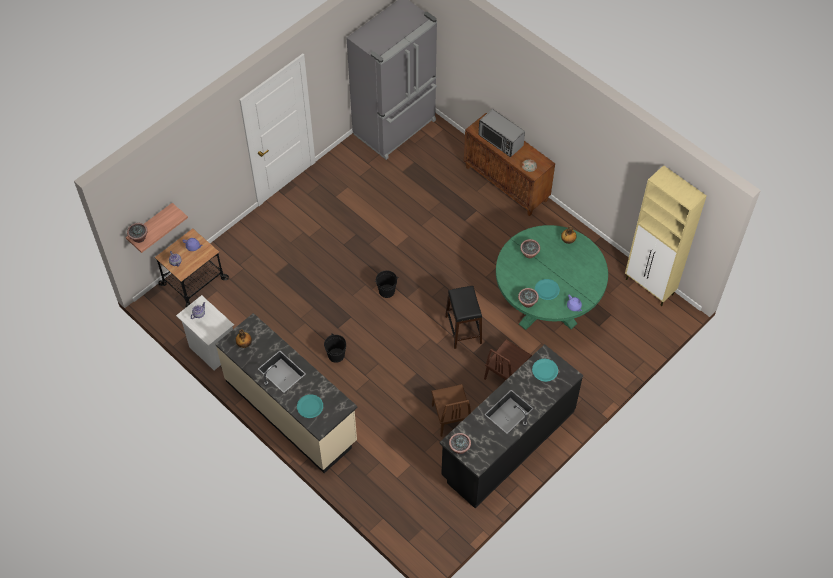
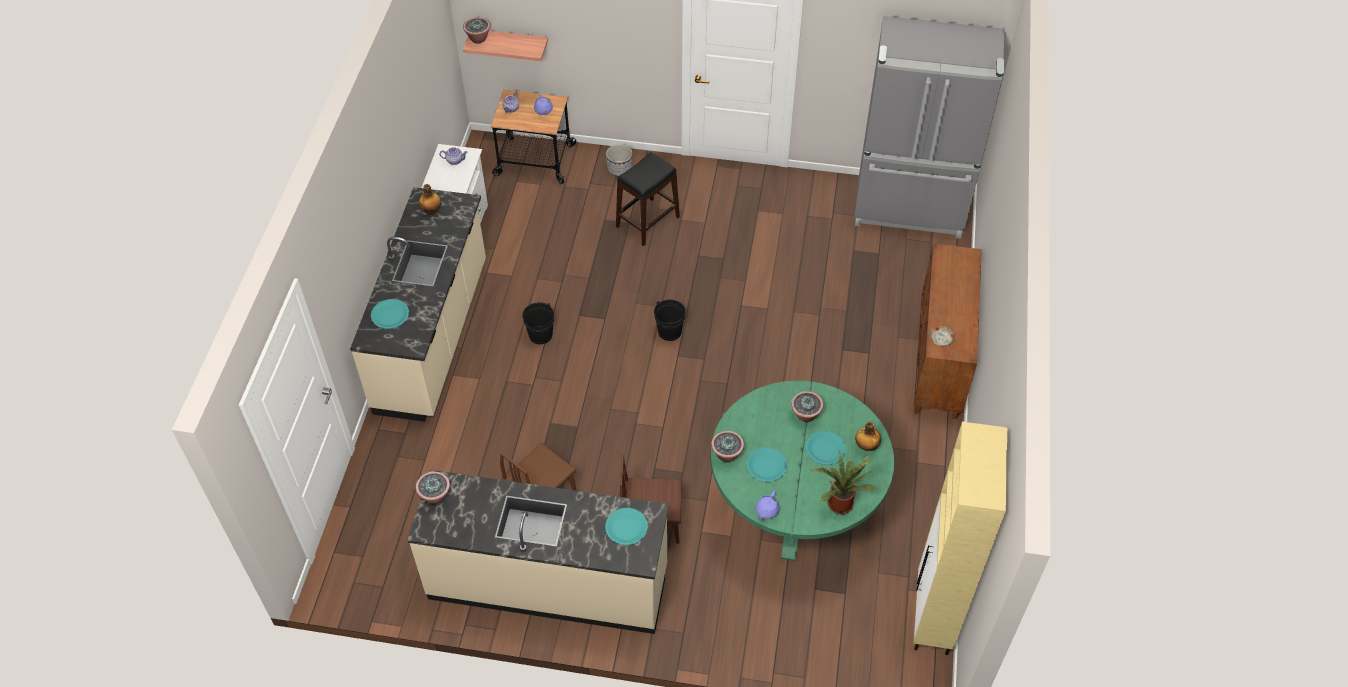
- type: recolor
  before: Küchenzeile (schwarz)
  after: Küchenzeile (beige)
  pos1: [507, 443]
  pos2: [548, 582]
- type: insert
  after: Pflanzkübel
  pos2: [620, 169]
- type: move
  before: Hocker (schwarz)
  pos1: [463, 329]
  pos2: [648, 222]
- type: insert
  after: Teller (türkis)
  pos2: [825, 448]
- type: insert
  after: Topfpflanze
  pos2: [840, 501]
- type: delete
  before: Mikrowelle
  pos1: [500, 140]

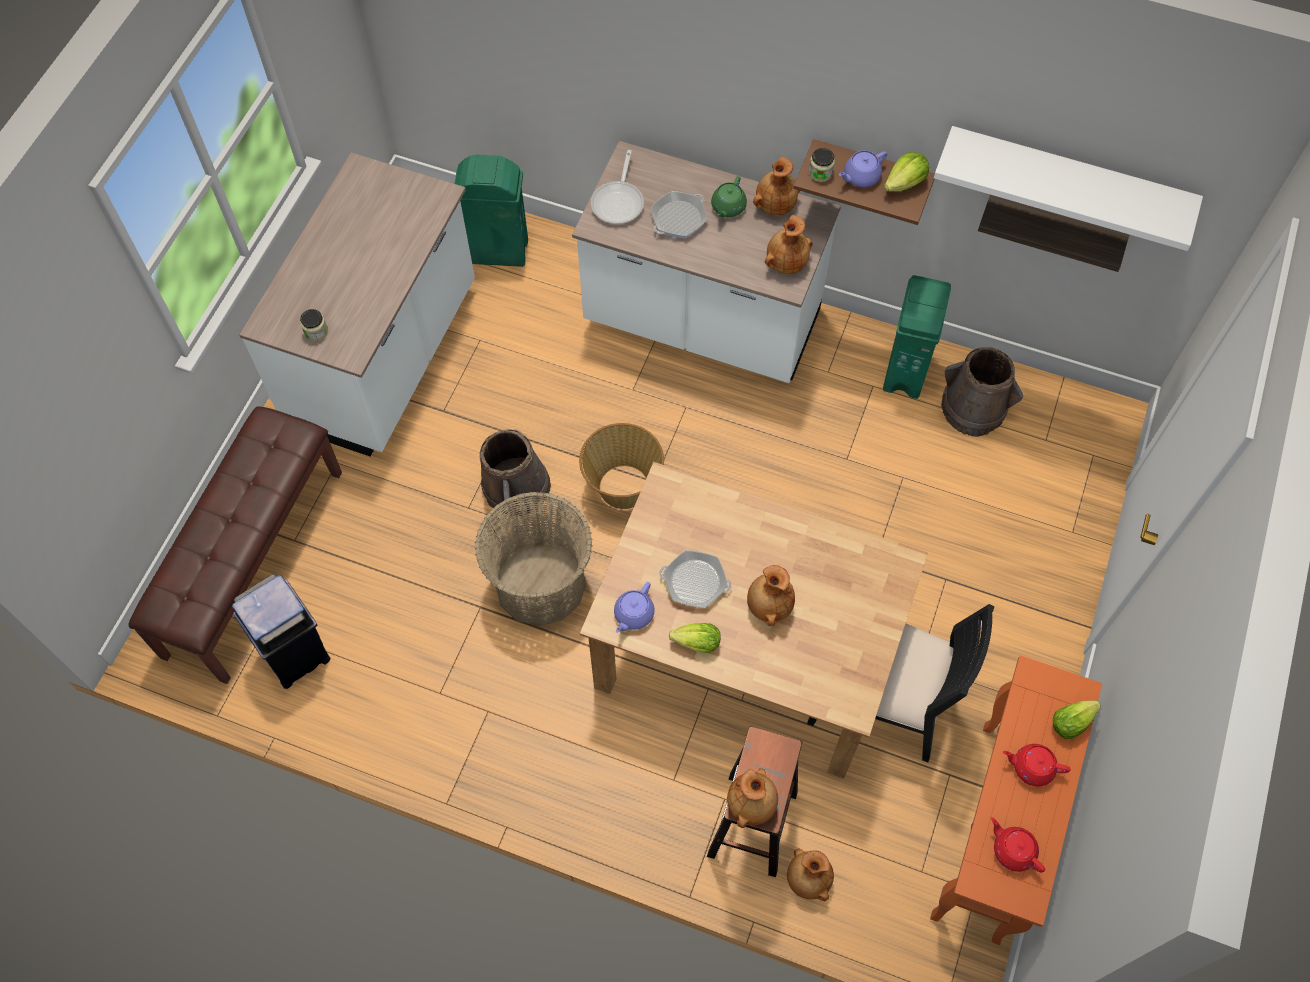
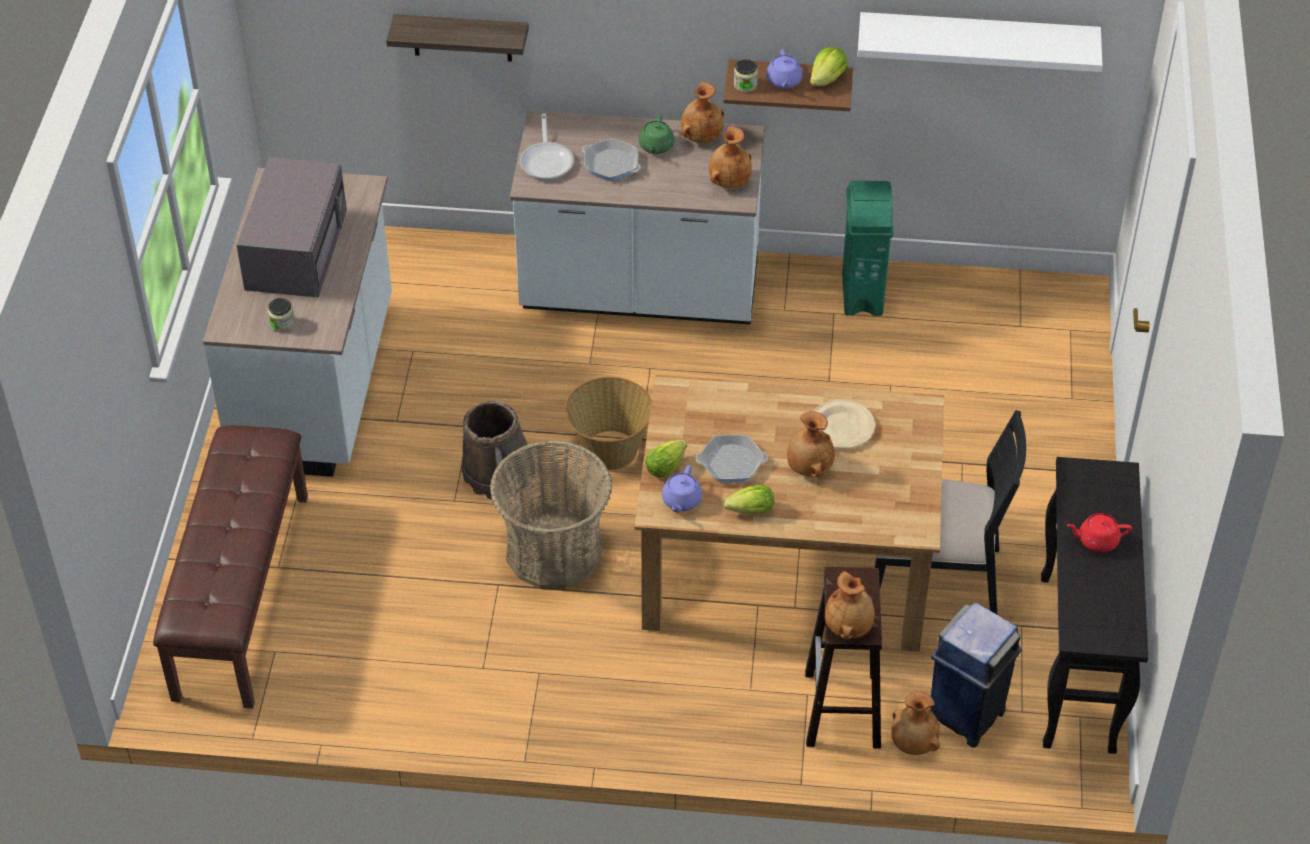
- type: insert
  after: Mikrowelle (grau)
  pos2: [296, 248]
- type: move
  before: Wandregal
  pos1: [1052, 229]
  pos2: [462, 38]
- type: rotate
  before: Pfanne
  pos1: [678, 219]
  pos2: [611, 164]
  turn: -90
- type: move
  before: Salatkopf
  pos1: [1073, 721]
  pos2: [667, 465]
- type: rotate
  before: Teekanne (lila)
  pos1: [860, 177]
  pos2: [784, 81]
  turn: -45
- type: insert
  after: Teller (beige)
  pos2: [842, 427]
- type: move
  before: Mülleimer (blau)
  pos1: [296, 654]
  pos2: [966, 714]
- type: recolor
  before: Konsolentisch (orange)
  after: Konsolentisch (schwarz)
  pos1: [991, 832]
  pos2: [1077, 664]
- type: delete
  before: Mülleimer (grün)
  pos1: [497, 251]
- type: delete
  before: Eimer (braun)
  pos1: [973, 408]
- type: delete
  before: Teekanne (rot)
  pos1: [1012, 850]

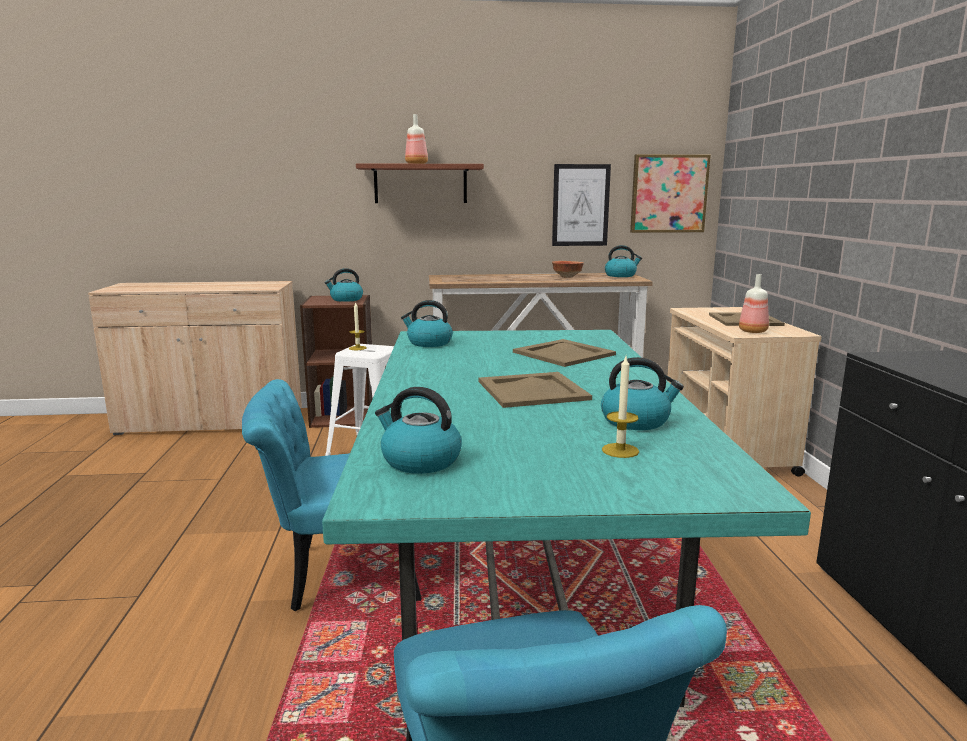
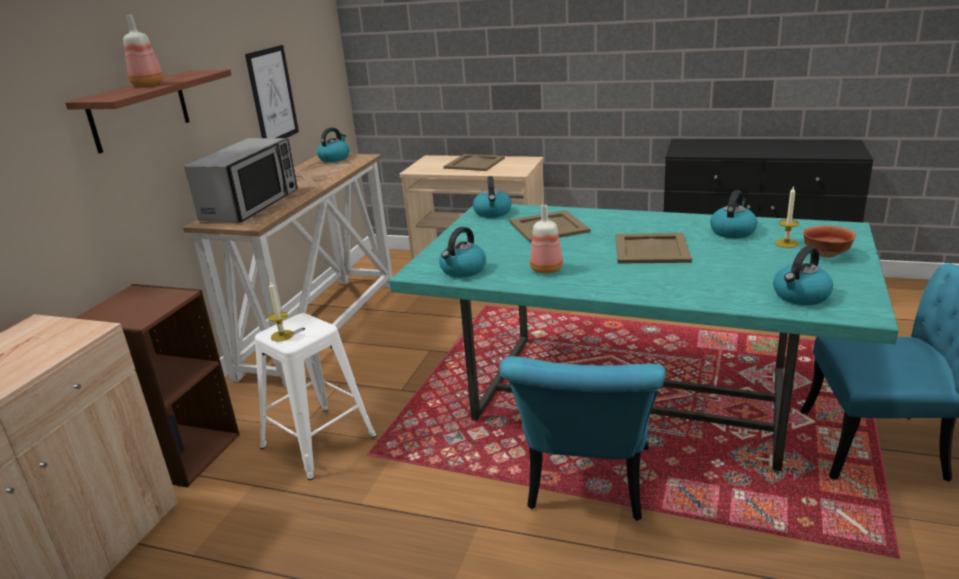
- type: insert
  after: Mikrowelle
  pos2: [251, 205]
- type: move
  before: Wasserkessel
  pos1: [346, 299]
  pos2: [493, 213]
- type: move
  before: Flasche
  pos1: [753, 331]
  pos2: [546, 269]
- type: move
  before: Schüssel
  pos1: [567, 277]
  pos2: [825, 254]
- type: delete
  before: Bild
  pos1: [668, 194]

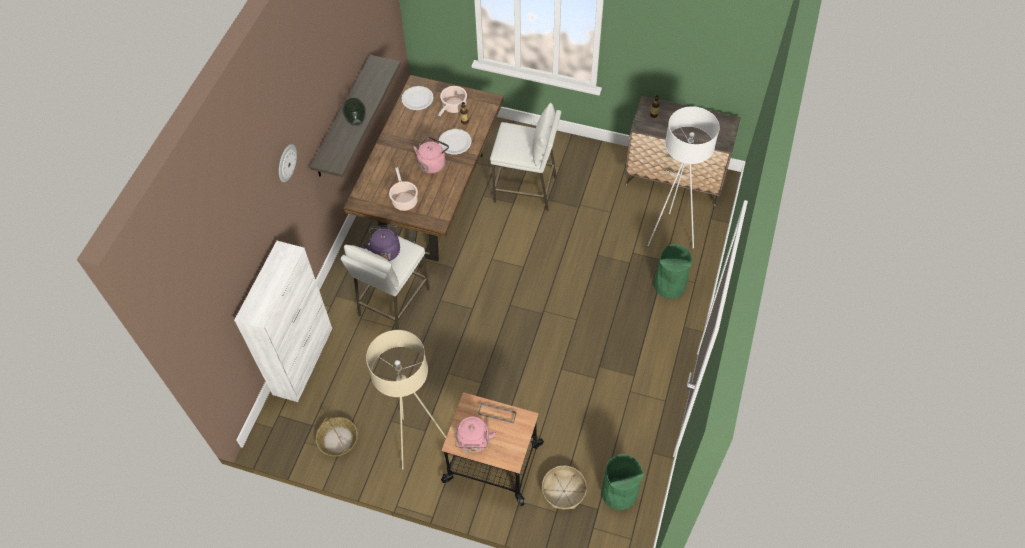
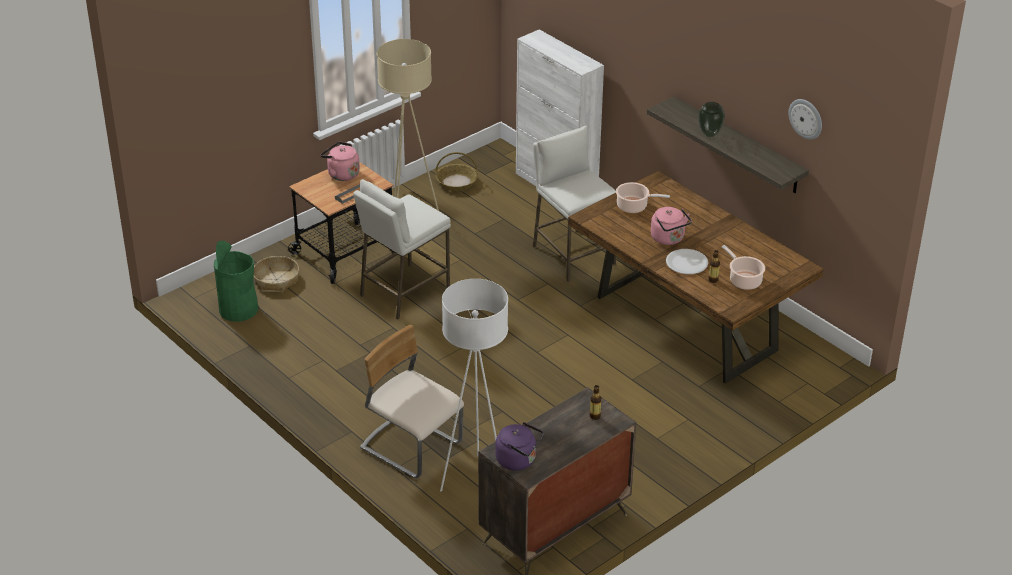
- type: move
  before: Hocker (weiß)
  pos1: [525, 189]
  pos2: [404, 292]
- type: replace
  before: Mülleimer (grün)
  after: Stuhl (beige)
  pos1: [669, 285]
  pos2: [411, 446]
- type: move
  before: Wasserkessel (lila)
  pos1: [385, 250]
  pos2: [518, 460]
- type: move
  before: Wanduhr
  pos1: [286, 162]
  pos2: [806, 118]
- type: delete
  before: Teller (weiß)
  pos1: [417, 99]

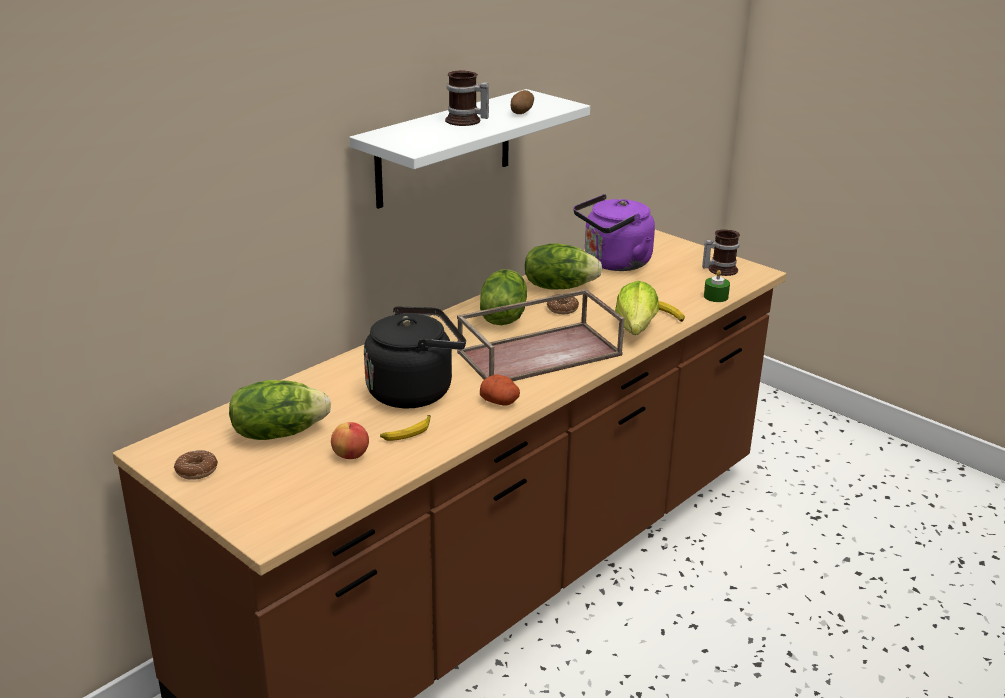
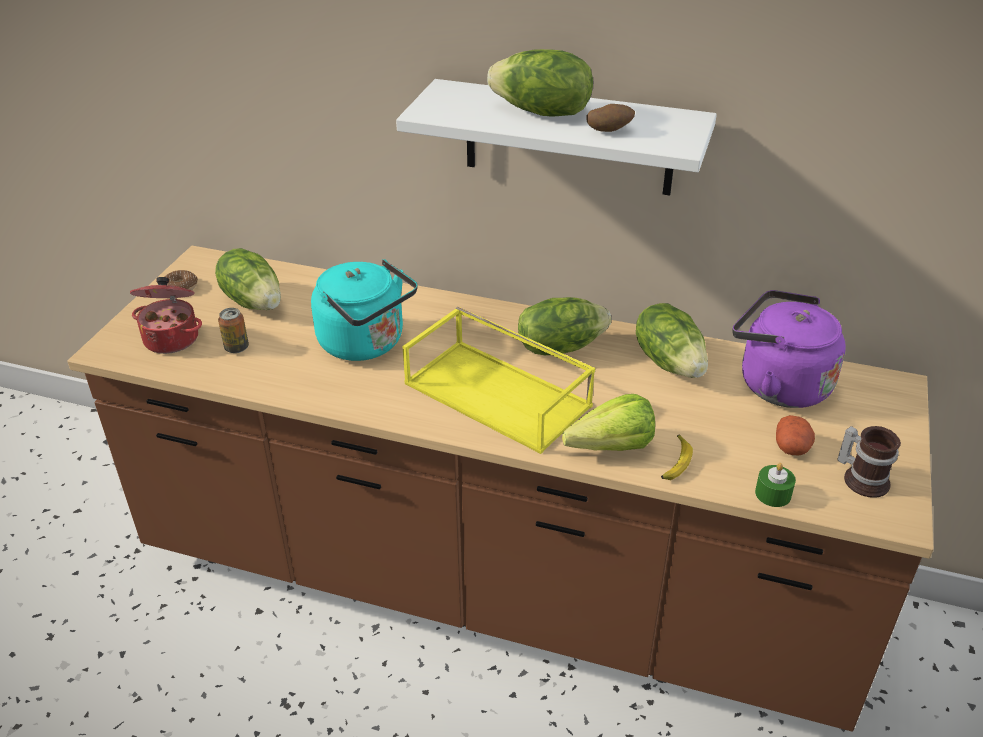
- type: insert
  after: Kochtopf
  pos2: [172, 338]
- type: replace
  before: Apfel
  after: Dose
  pos1: [351, 455]
  pos2: [236, 348]
- type: recolor
  before: Wasserkessel (schwarz)
  after: Wasserkessel (türkis)
  pos1: [415, 391]
  pos2: [366, 344]
- type: recolor
  before: Tablett (braun)
  after: Tablett (gelb)
  pos1: [540, 352]
  pos2: [500, 394]
- type: replace
  before: Henkelbecher
  after: Salatkopf
  pos1: [465, 121]
  pos2: [542, 112]
- type: move
  before: Kartoffel
  pos1: [500, 401]
  pos2: [792, 447]
- type: delete
  before: Banane
  pos1: [407, 432]
- type: delete
  before: Donut
  pos1: [562, 309]

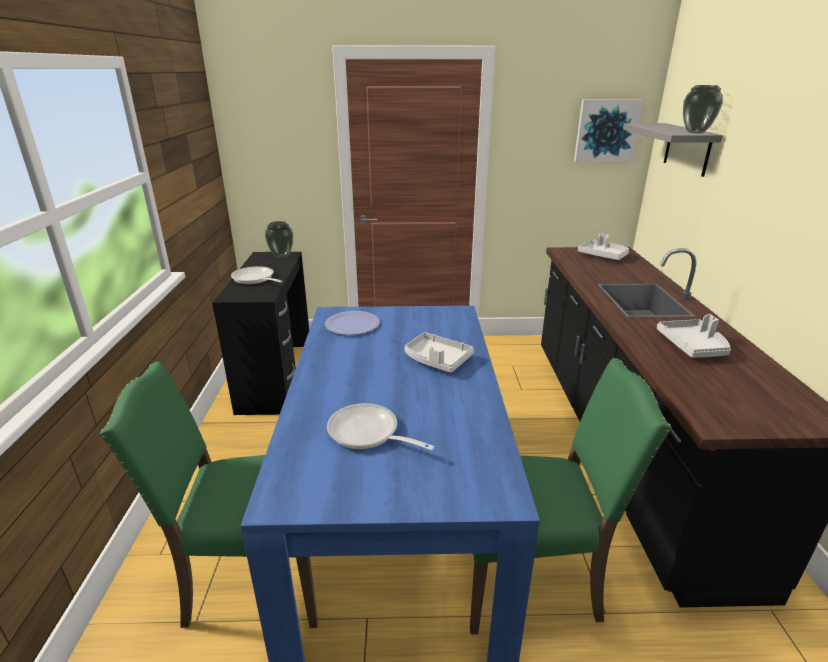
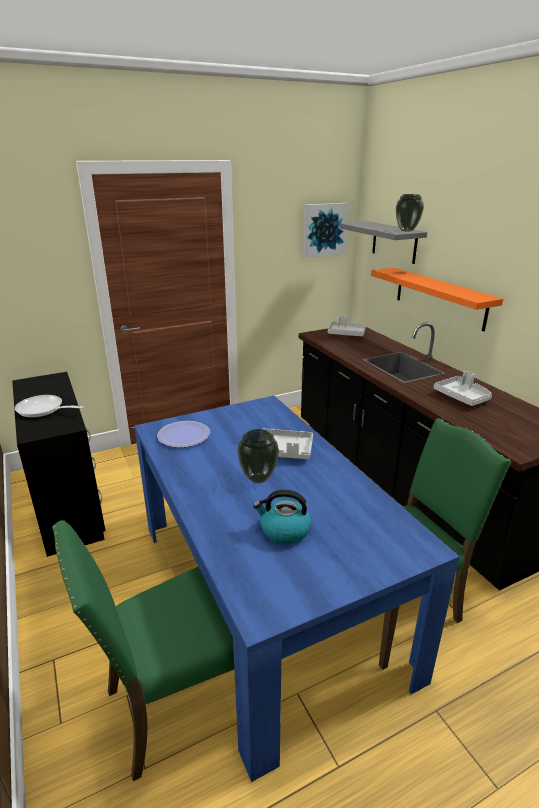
- type: move
  before: Vase
  pos1: [282, 256]
  pos2: [259, 478]
- type: replace
  before: Pfanne
  after: Wasserkessel
  pos1: [368, 434]
  pos2: [284, 530]
- type: insert
  after: Wandregal (orange)
  pos2: [439, 297]

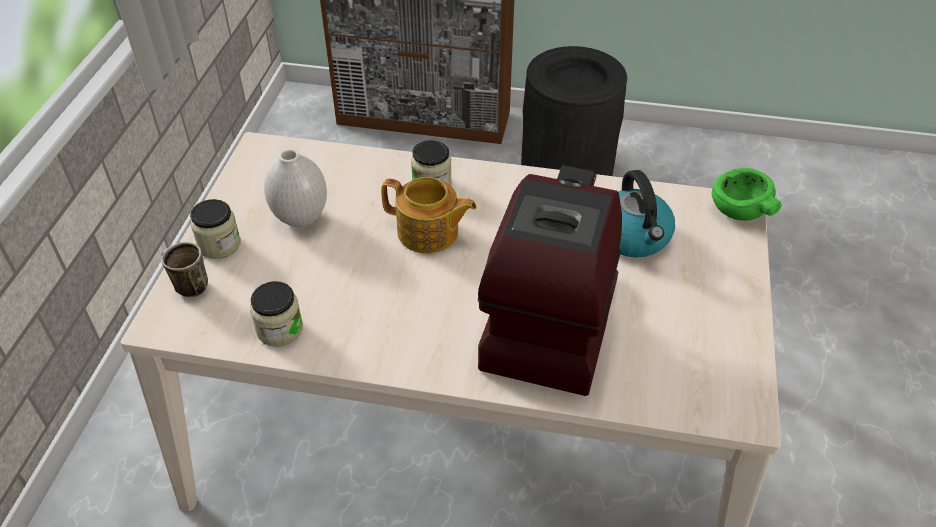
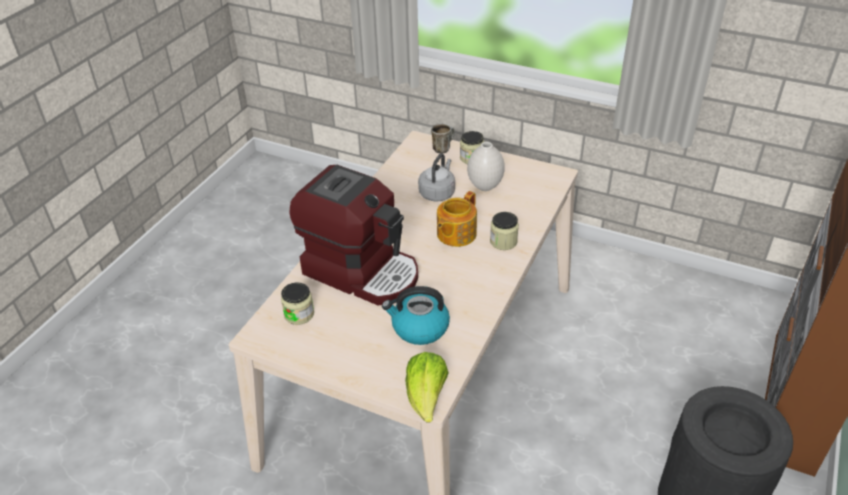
- type: move
  before: Vorratsglas
  pos1: [280, 329]
  pos2: [299, 314]
- type: replace
  before: Schüssel (grün)
  after: Salatkopf
  pos1: [738, 211]
  pos2: [426, 398]
- type: insert
  after: Wasserkessel (grau)
  pos2: [437, 193]

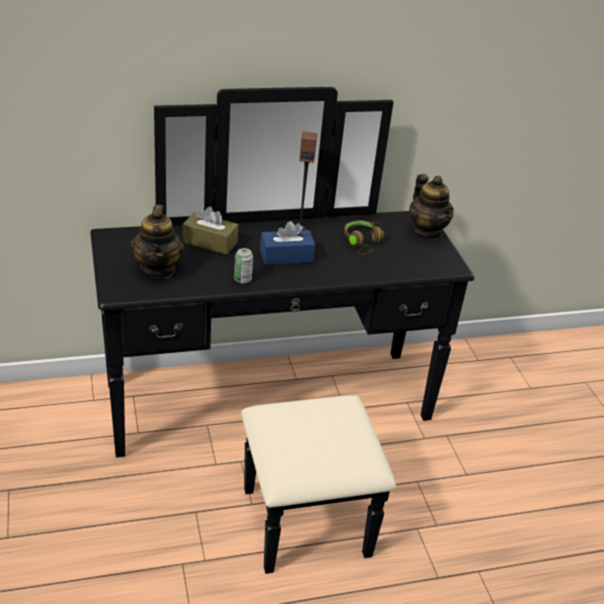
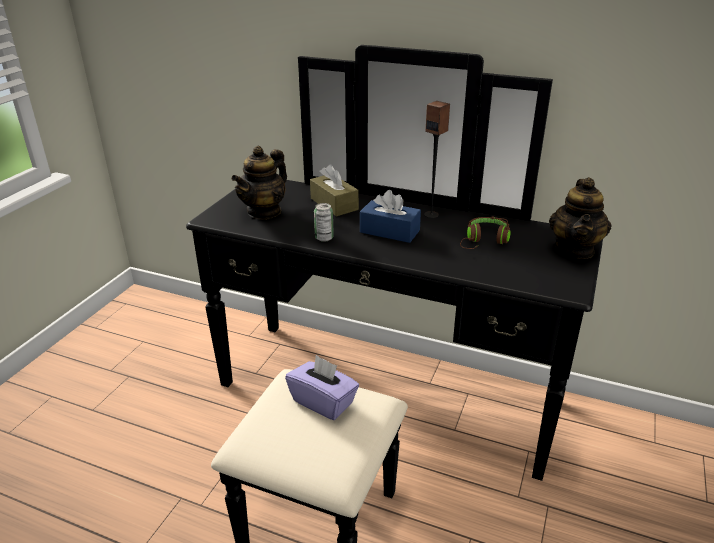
- type: insert
  after: Taschentuchbox (lila)
  pos2: [323, 402]

